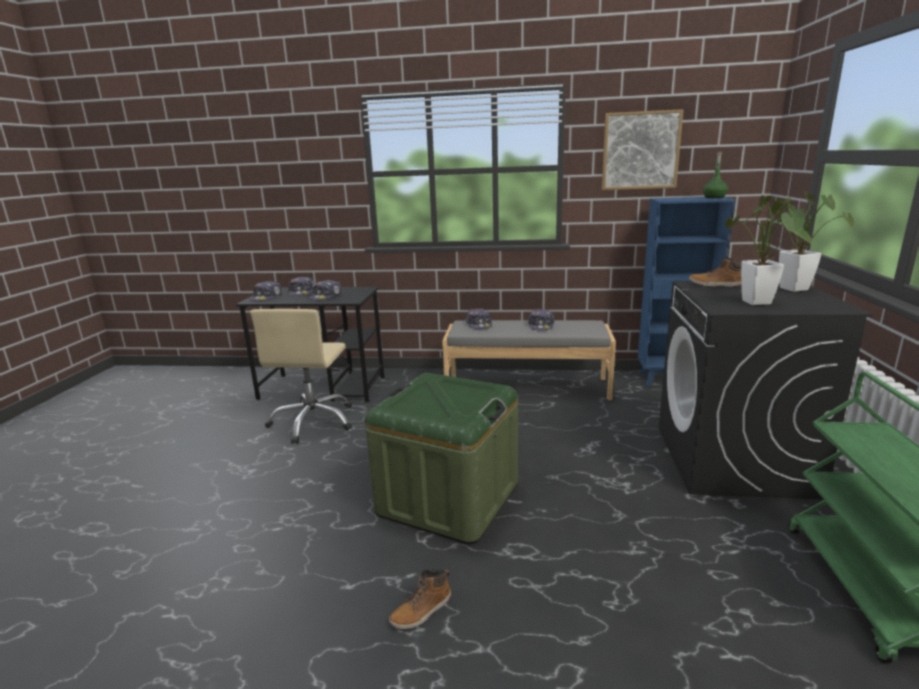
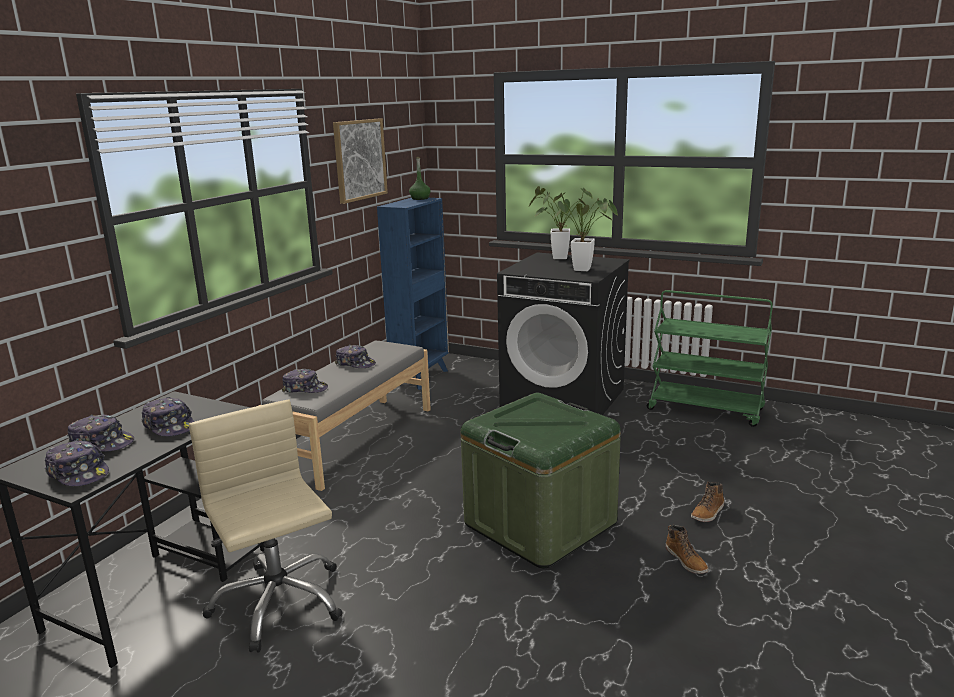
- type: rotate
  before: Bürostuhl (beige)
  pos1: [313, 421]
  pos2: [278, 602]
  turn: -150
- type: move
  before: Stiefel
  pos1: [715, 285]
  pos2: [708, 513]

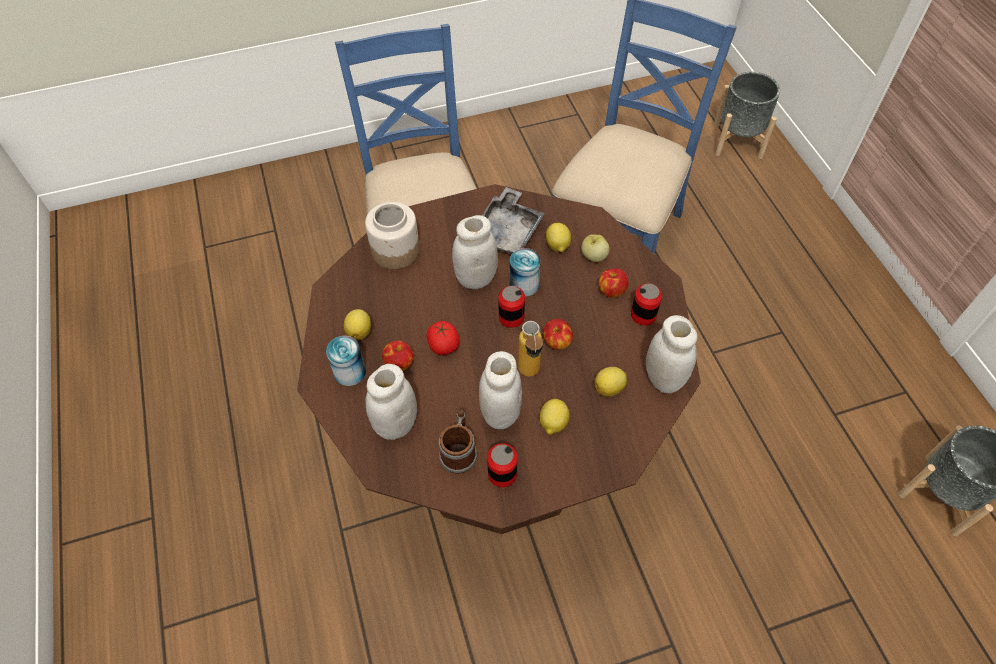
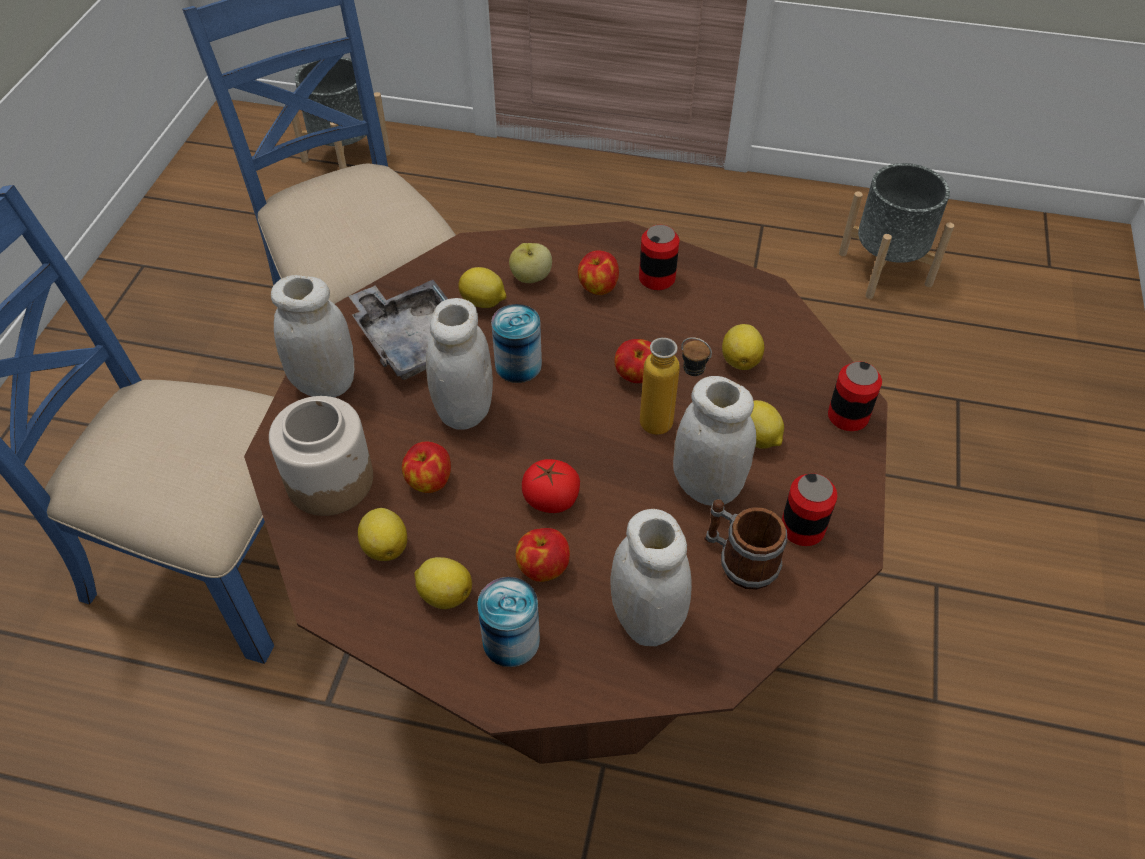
- type: move
  before: Vorratsglas (weiß)
  pos1: [664, 378]
  pos2: [325, 384]
- type: insert
  after: Zitrone
  pos2: [385, 546]
- type: insert
  after: Apfel
  pos2: [429, 481]
- type: move
  before: Dose
  pos1: [511, 317]
  pos2: [848, 416]

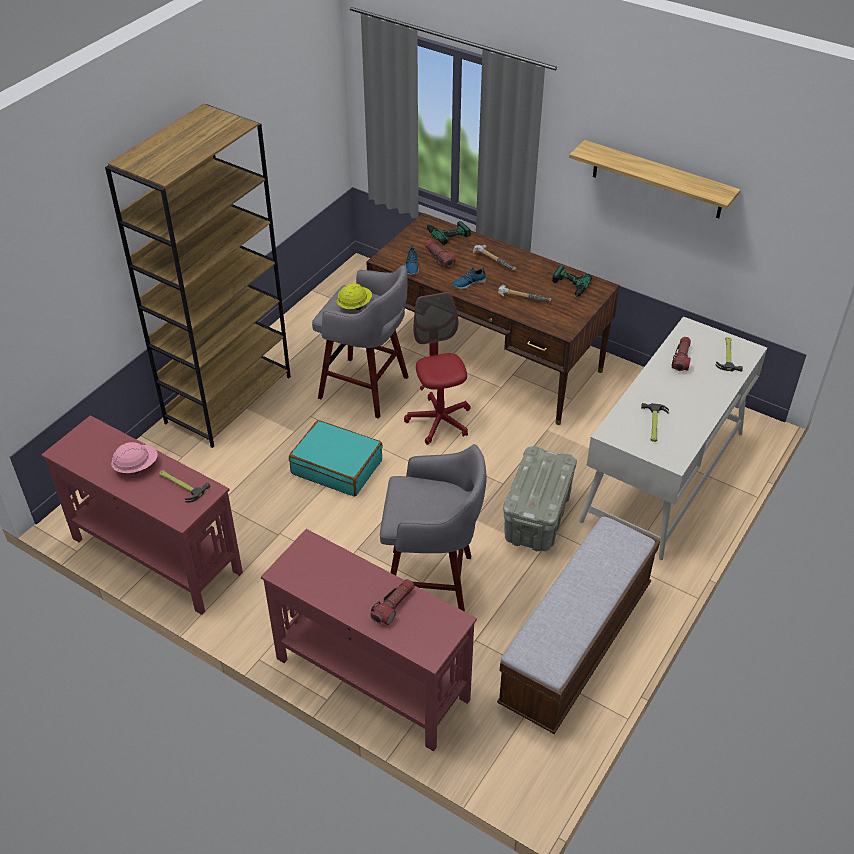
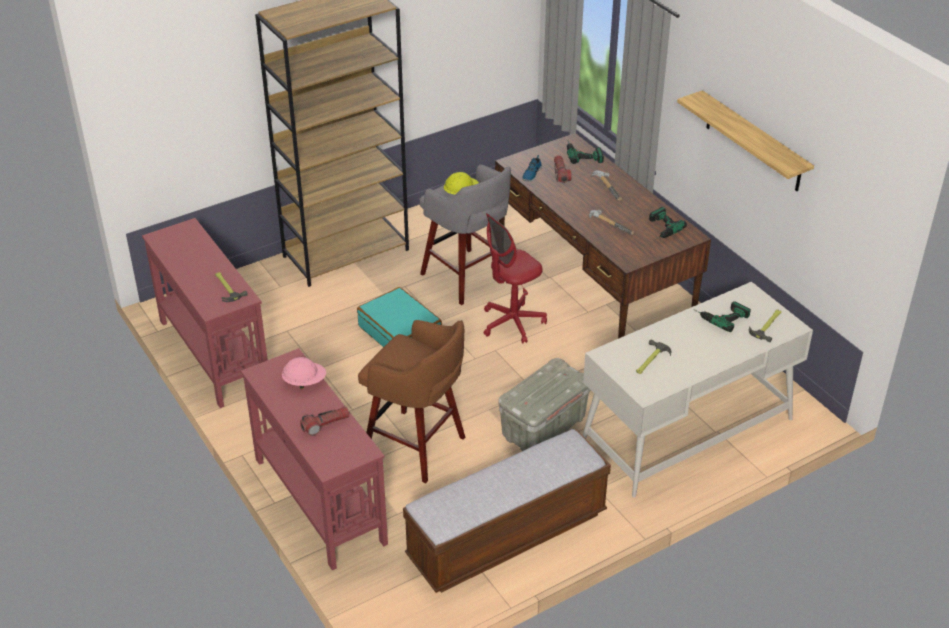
- type: move
  before: Schutzhelm (rosa)
  pos1: [136, 467]
  pos2: [305, 382]
- type: recolor
  before: Hocker (grau)
  after: Hocker (braun)
  pos1: [432, 584]
  pos2: [417, 447]
- type: rotate
  before: Bürostuhl (rot)
  pos1: [439, 421]
  pos2: [512, 323]
  turn: -135
- type: replace
  before: Taschenlampe
  after: Bohrmaschine
  pos1: [681, 359]
  pos2: [720, 315]
- type: delete
  before: Schuh
  pos1: [468, 283]

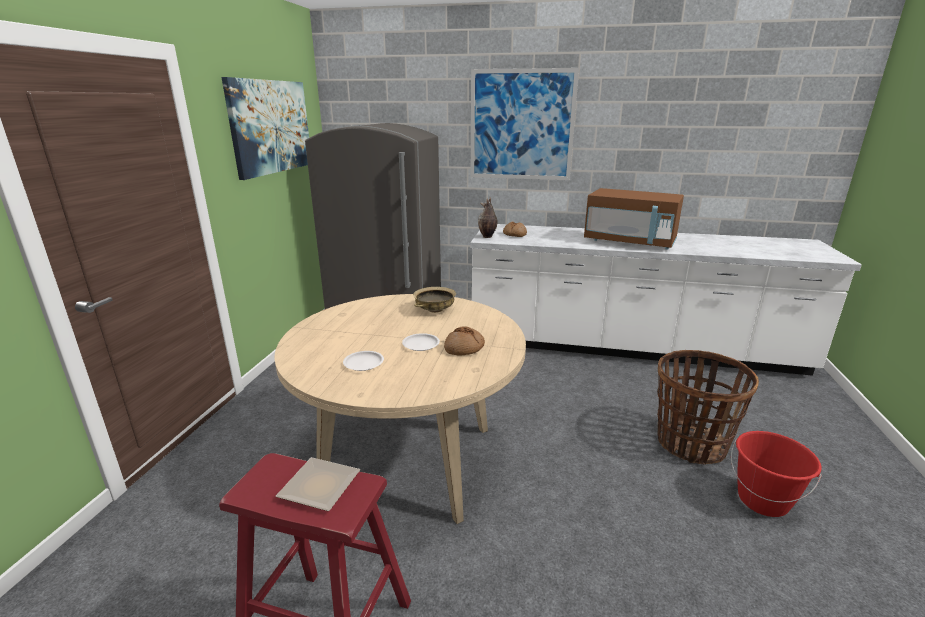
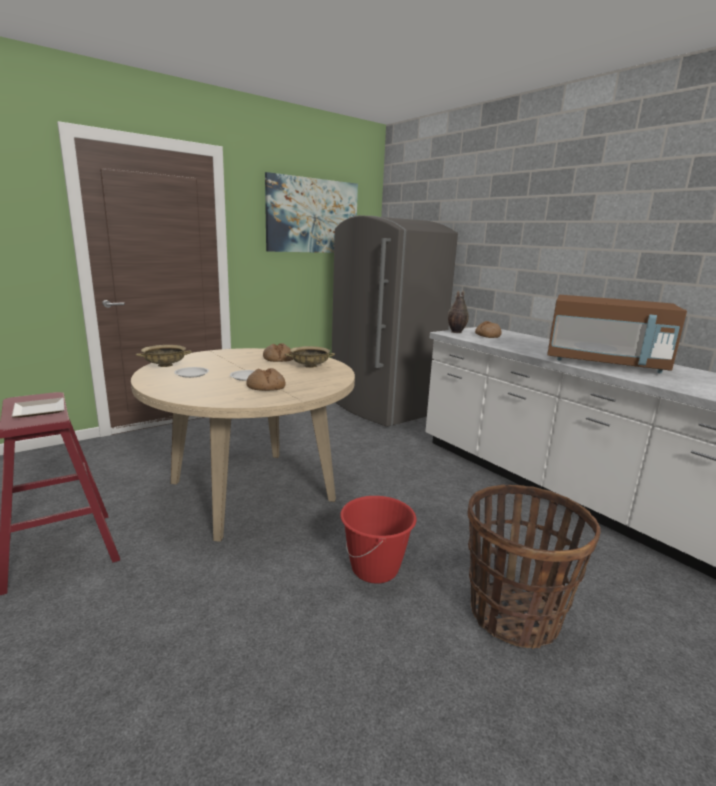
- type: insert
  after: Schüssel (beige)
  pos2: [164, 365]
- type: insert
  after: Brot
  pos2: [278, 359]
- type: move
  before: Eimer (rot)
  pos1: [762, 500]
  pos2: [375, 568]
- type: rotate
  before: Mikrowelle (braun)
  pos1: [630, 242]
  pos2: [604, 363]
  turn: -45
- type: delete
  before: Bild
  pos1: [521, 125]

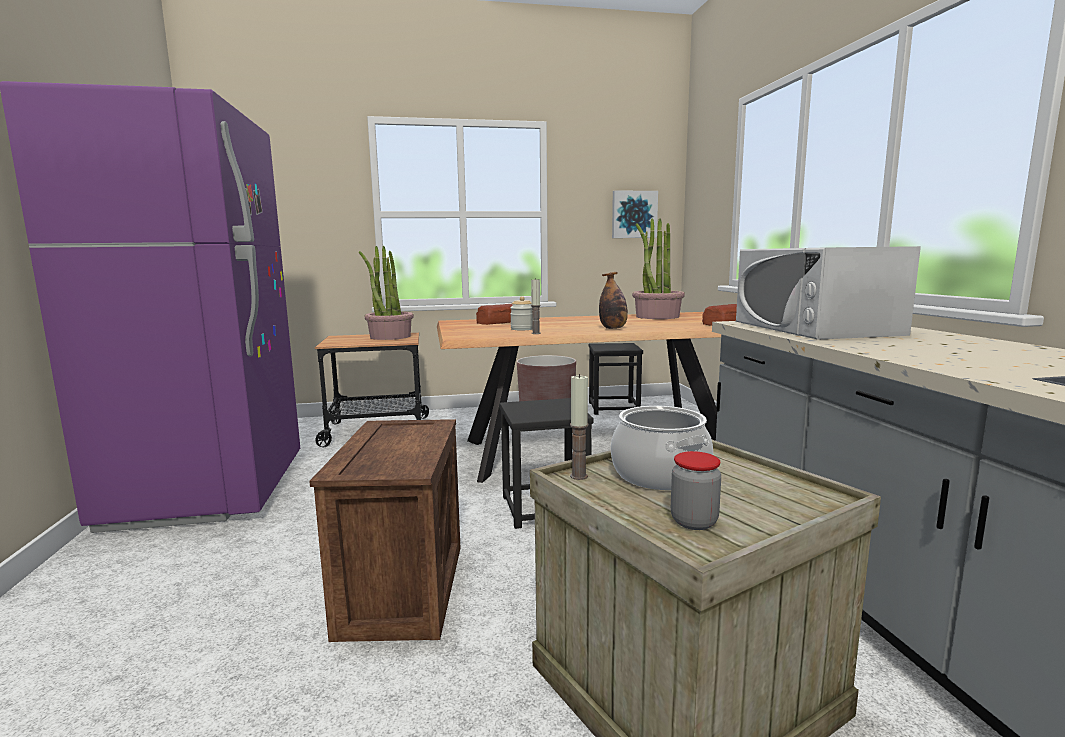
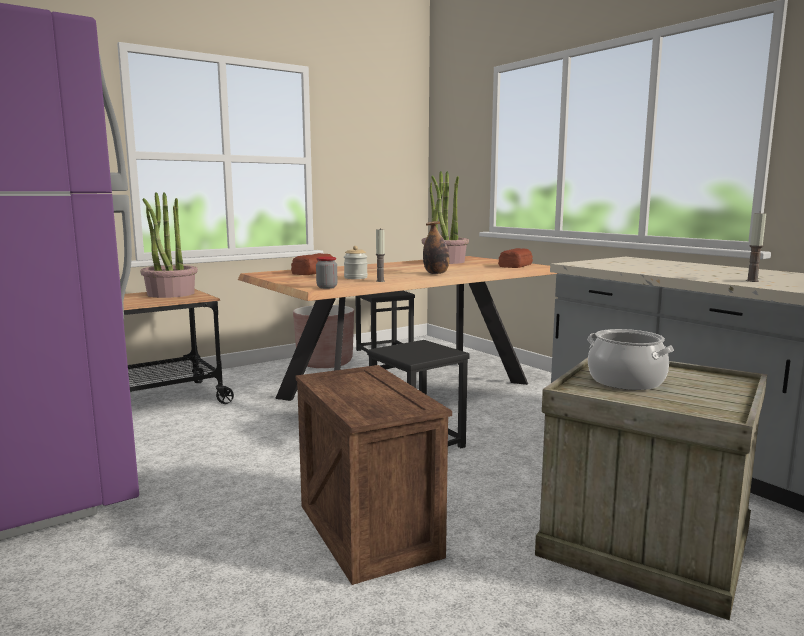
- type: move
  before: Vorratsglas
  pos1: [694, 522]
  pos2: [327, 287]
- type: move
  before: Kerze
  pos1: [578, 476]
  pos2: [752, 281]
- type: delete
  before: Bild
  pos1: [634, 214]
- type: delete
  before: Mikrowelle (weiß)
  pos1: [813, 328]

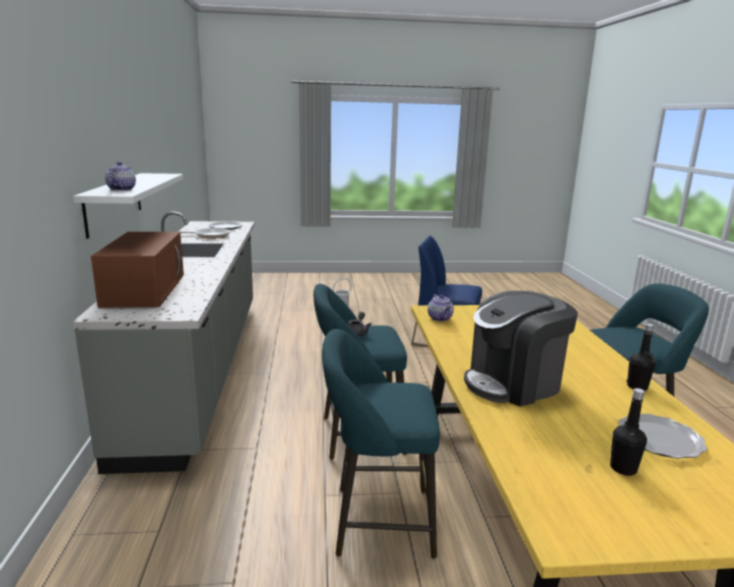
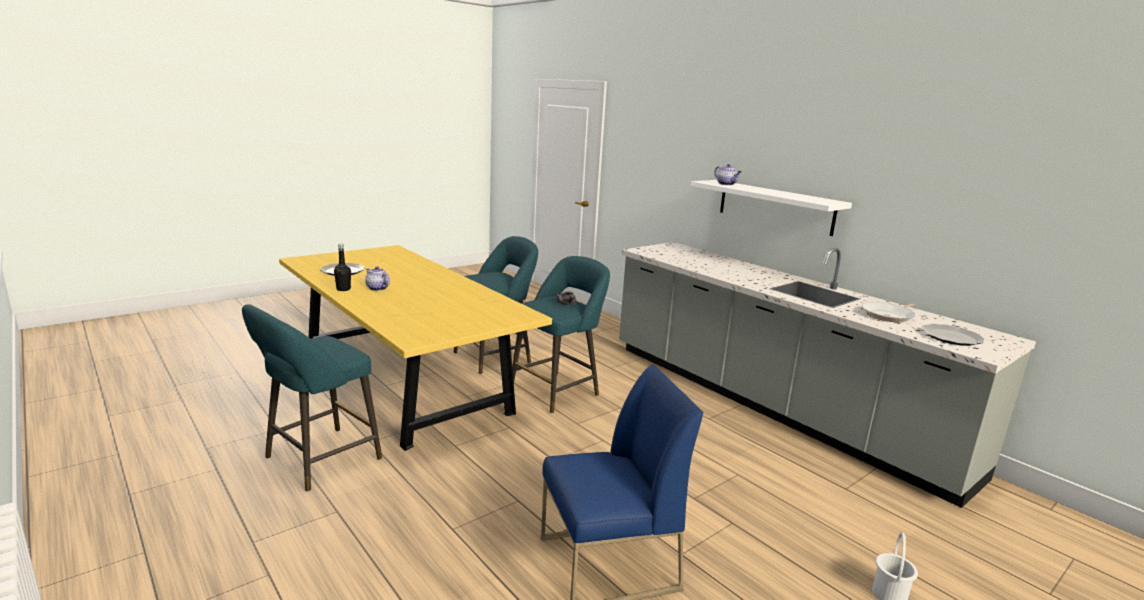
- type: move
  before: Teekanne
  pos1: [440, 318]
  pos2: [377, 288]
- type: delete
  before: Mikrowelle (braun)
  pos1: [144, 289]
- type: delete
  before: Kaffeemaschine
  pos1: [513, 383]
- type: delete
  before: Flasche (schwarz)
  pos1: [623, 468]

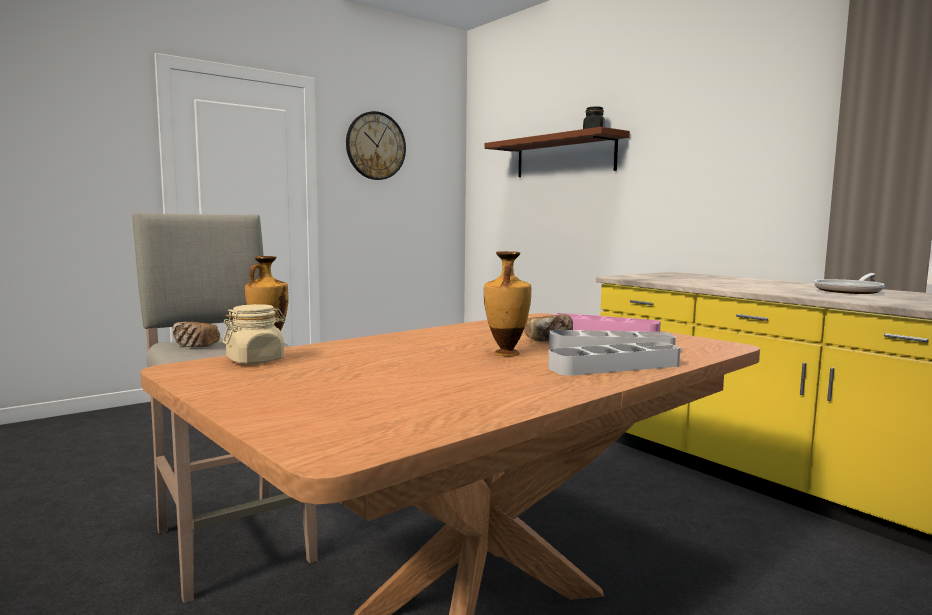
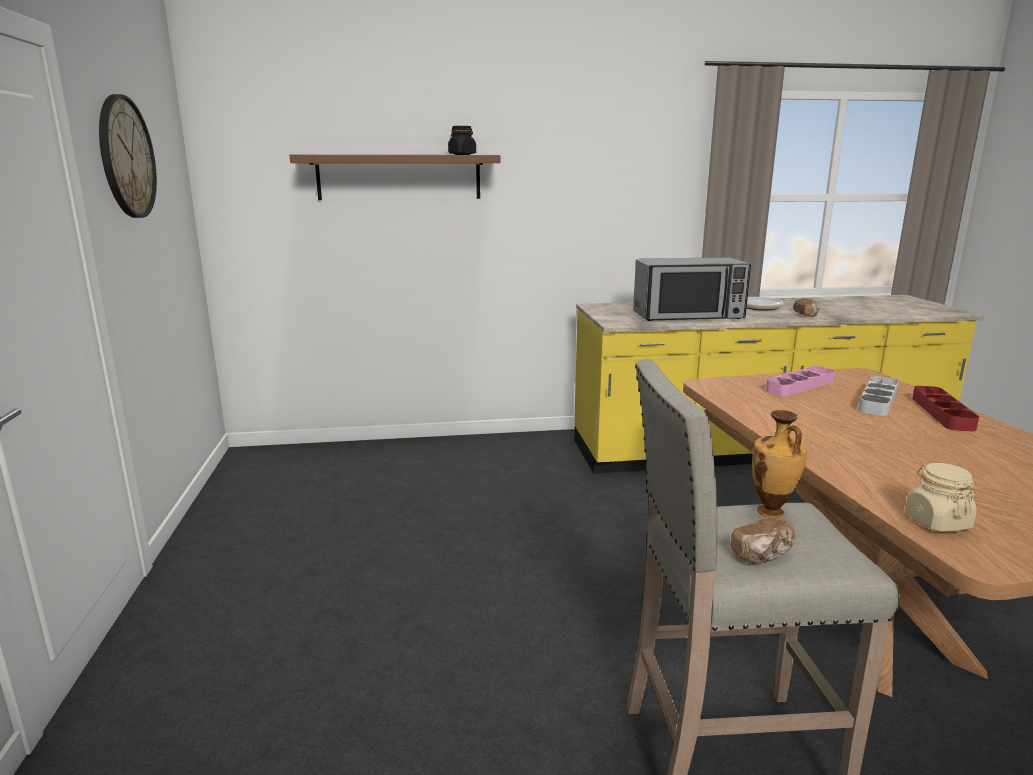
- type: insert
  after: Mikrowelle
  pos2: [688, 316]
- type: move
  before: Brot
  pos1: [549, 339]
  pos2: [806, 314]
- type: recolor
  before: Tablett (grau)
  after: Tablett (rot)
  pos1: [614, 366]
  pos2: [942, 413]
- type: delete
  before: Vase
  pos1: [506, 354]

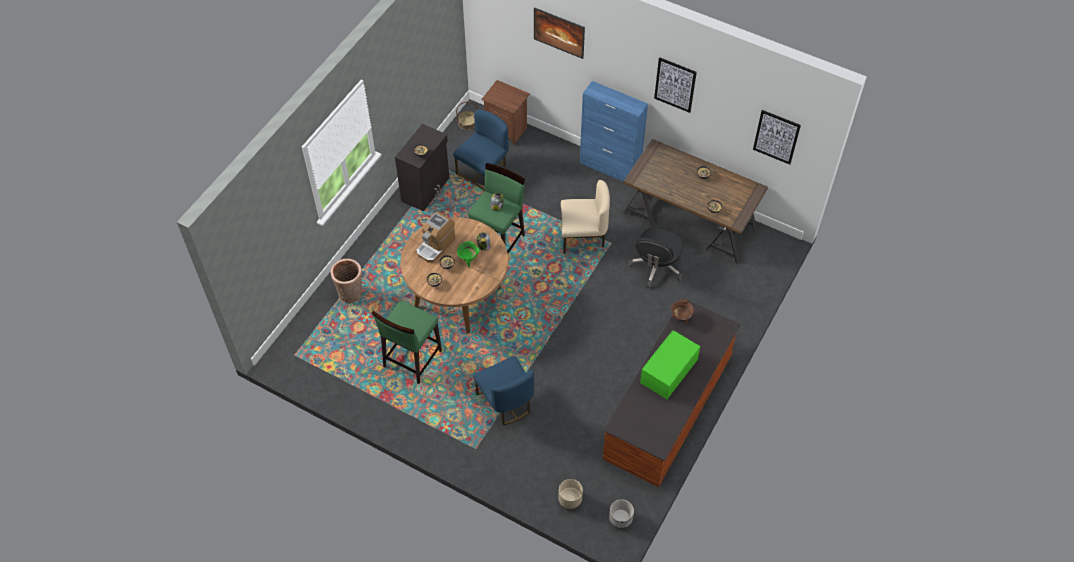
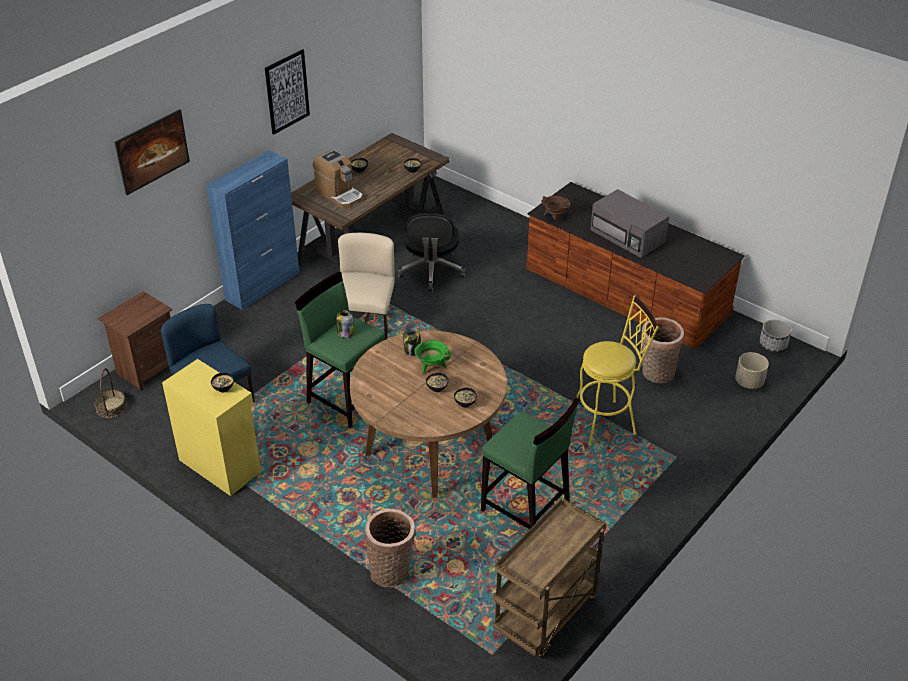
- type: recolor
  before: Schrank (schwarz)
  after: Schrank (gelb)
  pos1: [426, 190]
  pos2: [220, 465]
- type: move
  before: Kaffeemaschine
  pos1: [435, 246]
  pos2: [339, 194]
- type: rotate
  before: Bürostuhl (schwarz)
  pos1: [656, 267]
  pos2: [431, 271]
  turn: 60
- type: insert
  after: Rollwagen (braun)
  pos2: [546, 617]
- type: replace
  before: Stuhl (blau)
  after: Hocker (gelb)
  pos1: [505, 402]
  pos2: [608, 421]
- type: recolor
  before: Mikrowelle (grün)
  after: Mikrowelle (grau)
  pos1: [668, 372]
  pos2: [628, 236]
- type: insert
  after: Korb
  pos2: [656, 374]
- type: delete
  before: Bild
  pos1: [776, 137]

